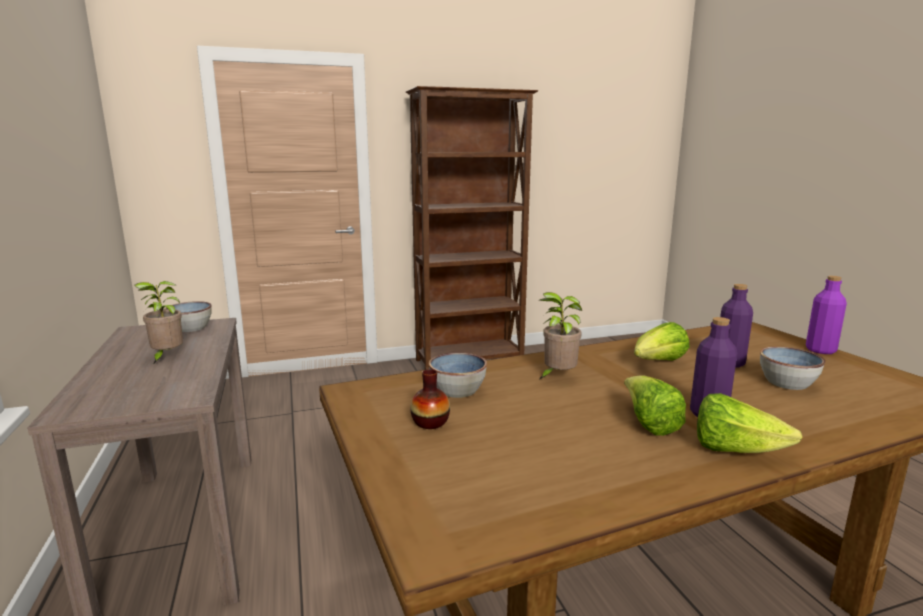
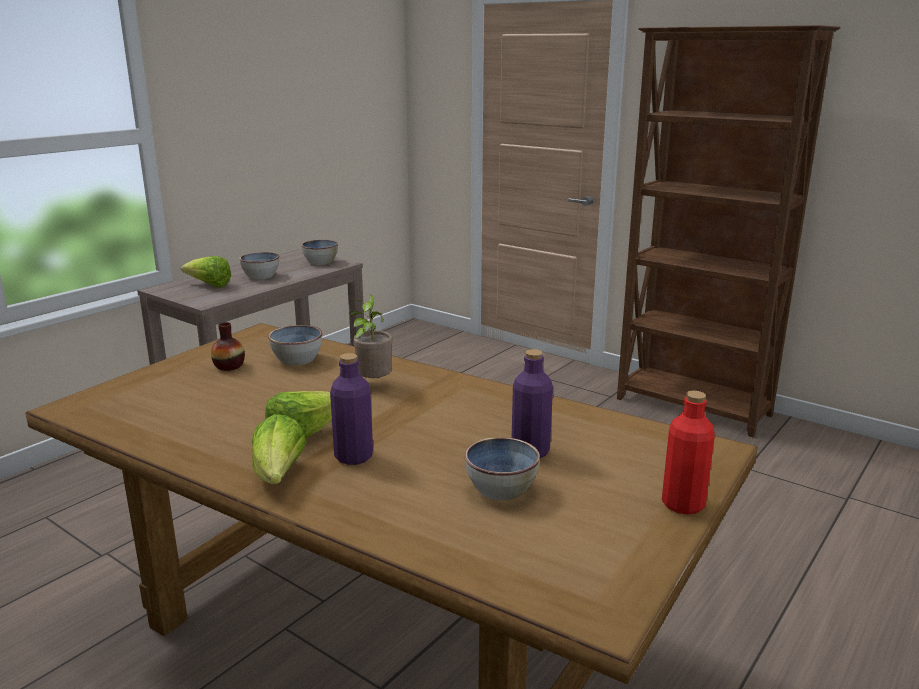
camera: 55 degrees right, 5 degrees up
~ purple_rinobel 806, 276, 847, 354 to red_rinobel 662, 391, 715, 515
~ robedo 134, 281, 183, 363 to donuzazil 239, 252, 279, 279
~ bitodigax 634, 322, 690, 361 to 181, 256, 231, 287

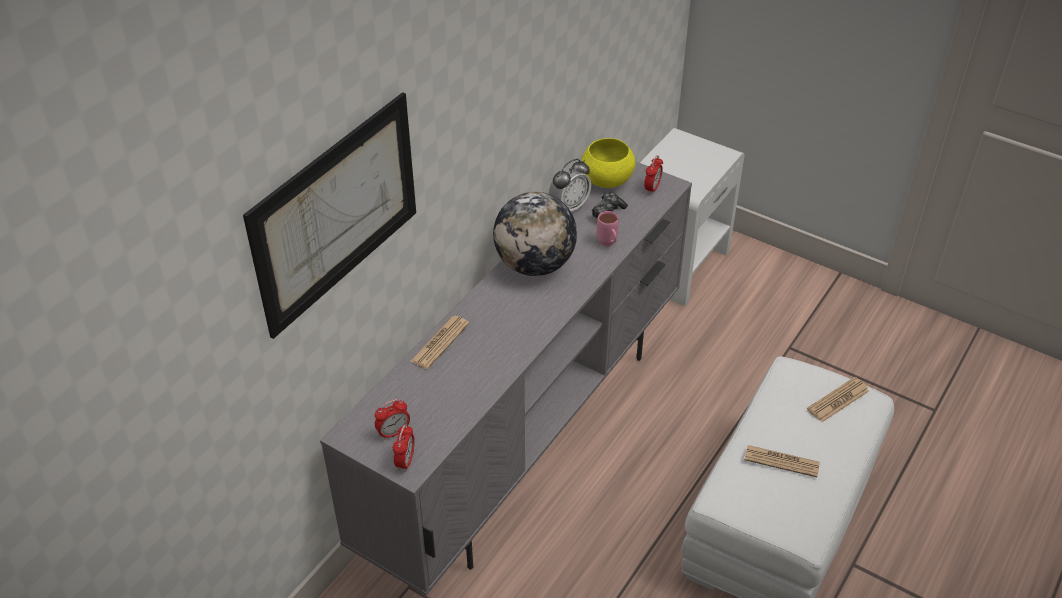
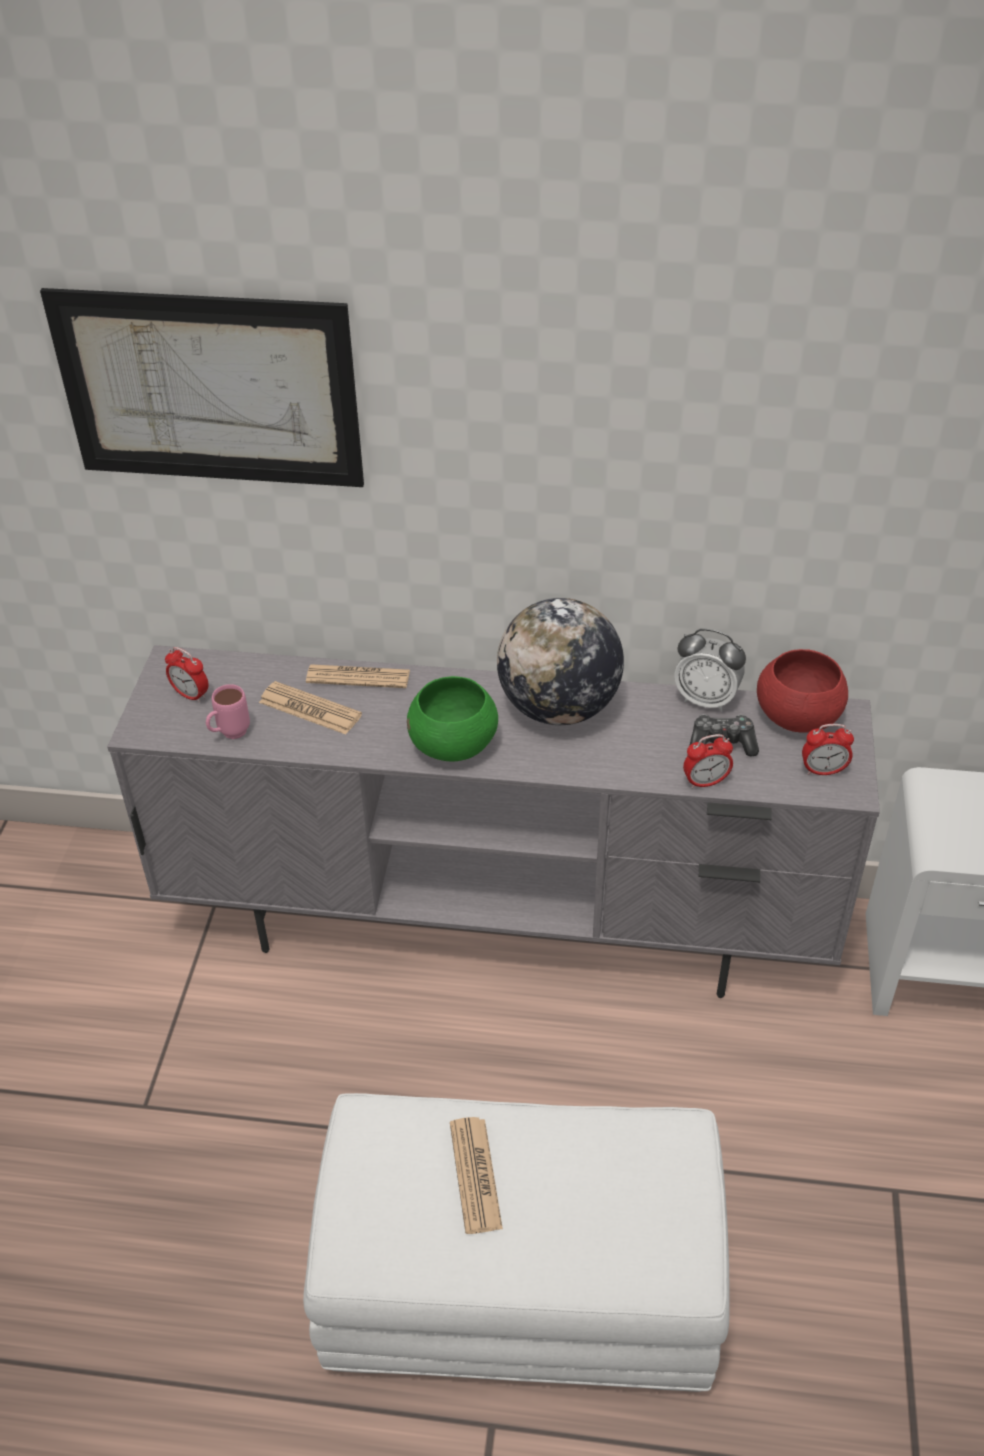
camera: 65 degrees right, 0 degrees up
~ yellow_donuzazil 581, 138, 635, 188 to red_donuzazil 757, 649, 848, 733
~ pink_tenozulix 596, 211, 619, 247 to 206, 684, 250, 739
~ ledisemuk 807, 377, 869, 422 to 259, 681, 362, 735
~ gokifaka 393, 424, 414, 472 to 683, 734, 733, 789
+ green_donuzazil 407, 676, 498, 762

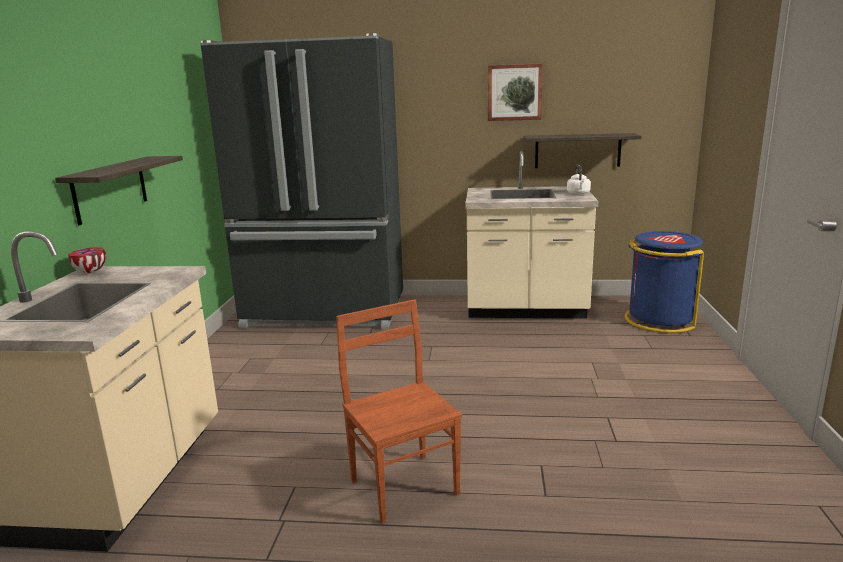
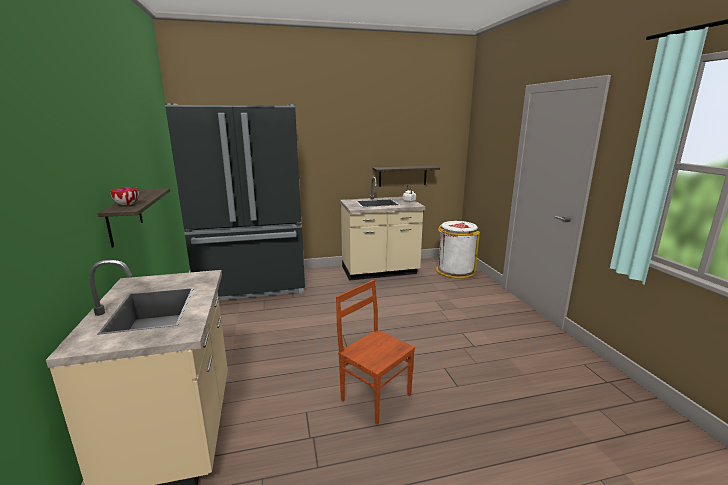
camera: 20 degrees left, 0 degrees up
- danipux 488, 63, 543, 121
~ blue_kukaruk 625, 231, 704, 333 to white_kukaruk 436, 221, 480, 279
~ donuzazil 68, 247, 106, 273 to 110, 187, 139, 205

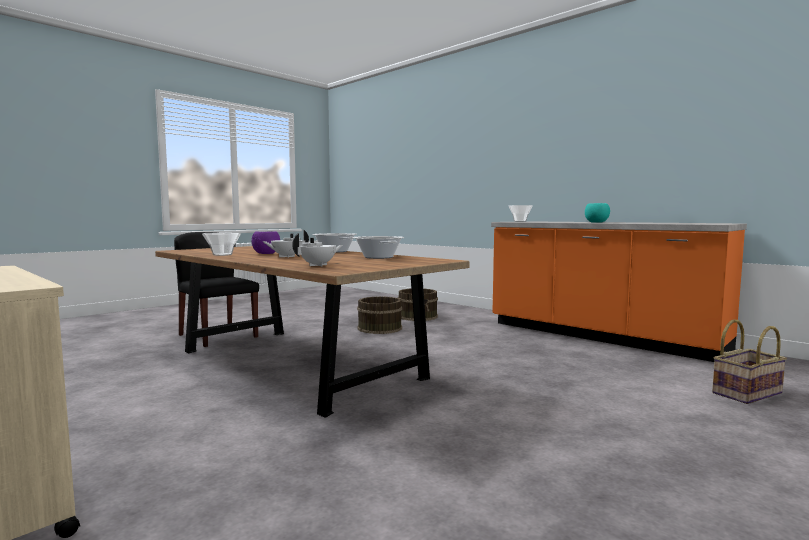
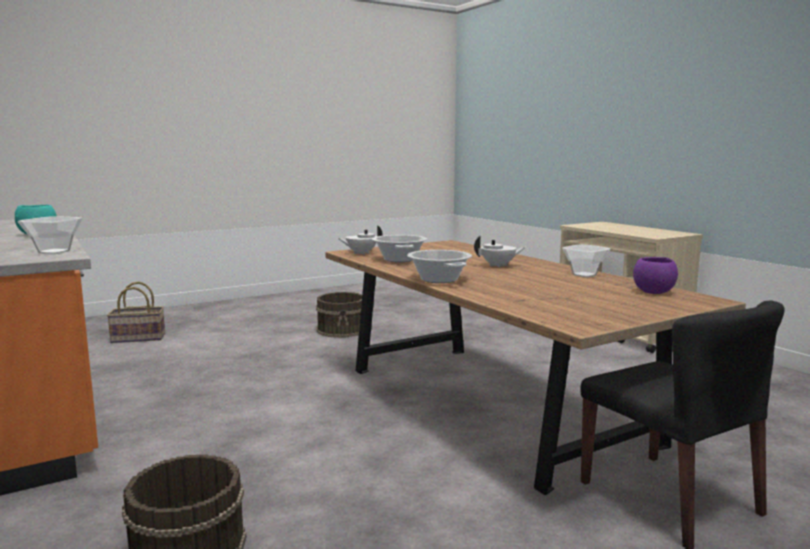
camera: 165 degrees left, 5 degrees up
~ purple_donuzazil 252, 231, 280, 254 to 633, 257, 678, 294
~ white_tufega 292, 233, 343, 266 to 338, 225, 383, 255
~ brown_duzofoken 357, 297, 402, 334 to 316, 292, 362, 338

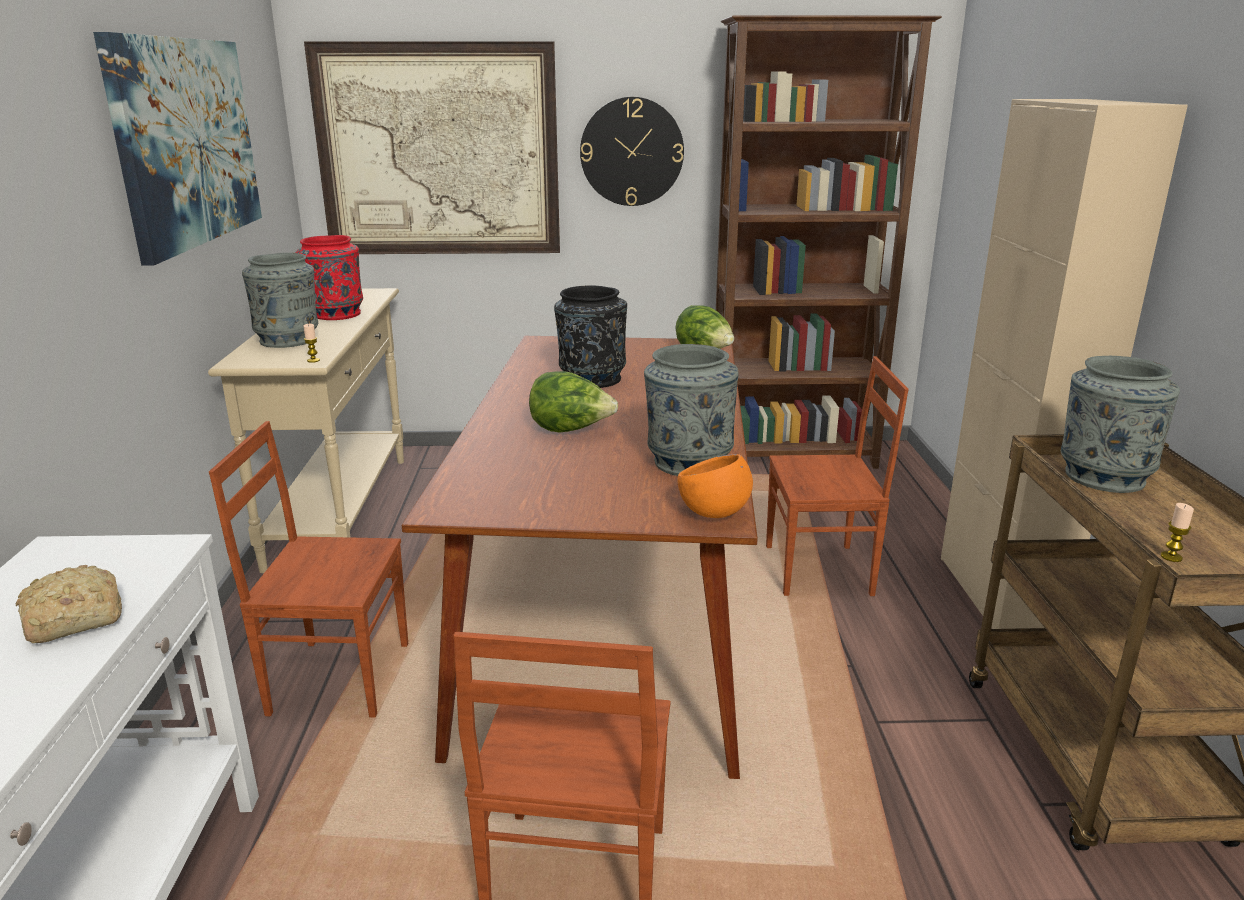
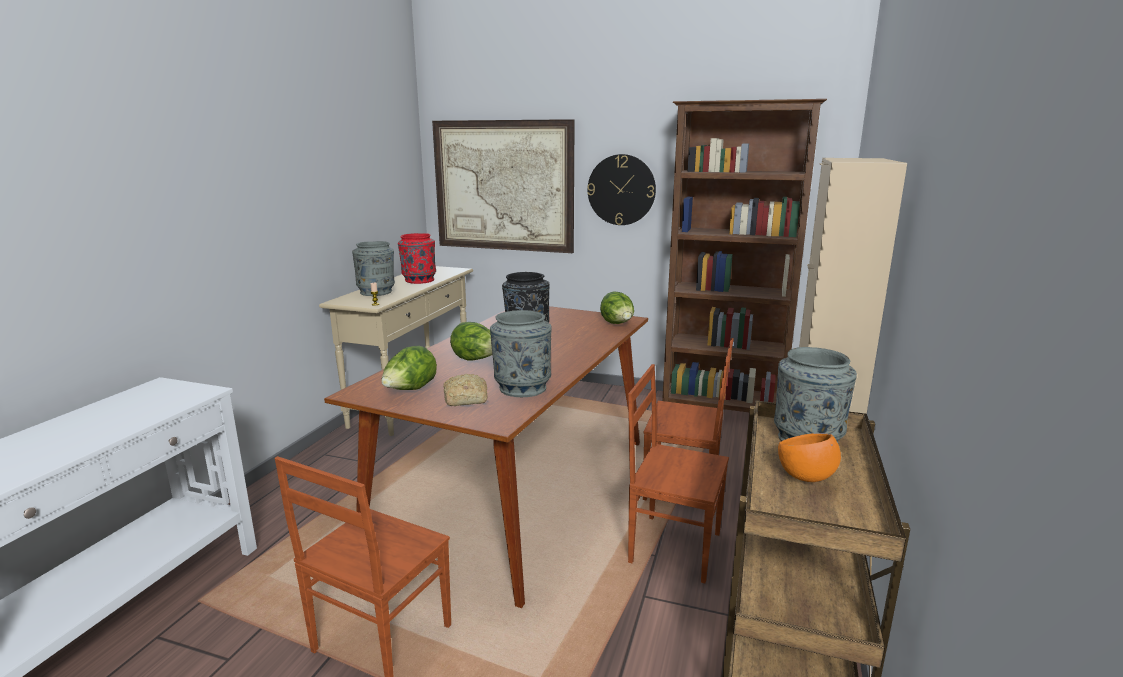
camera: 20 degrees right, 5 degrees down
- danipux 93, 32, 262, 265
~ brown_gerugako 209, 421, 408, 717 to 628, 364, 729, 583
~ orange_donuzazil 677, 454, 753, 518 to 778, 433, 841, 482
- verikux 1161, 503, 1194, 562
~ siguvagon 16, 565, 122, 643 to 443, 374, 488, 406
+ bitodigax 381, 346, 437, 390

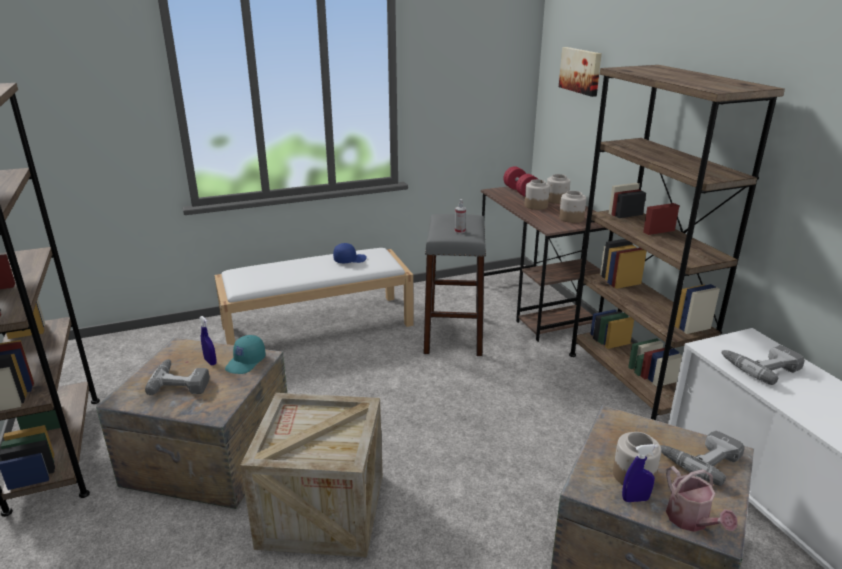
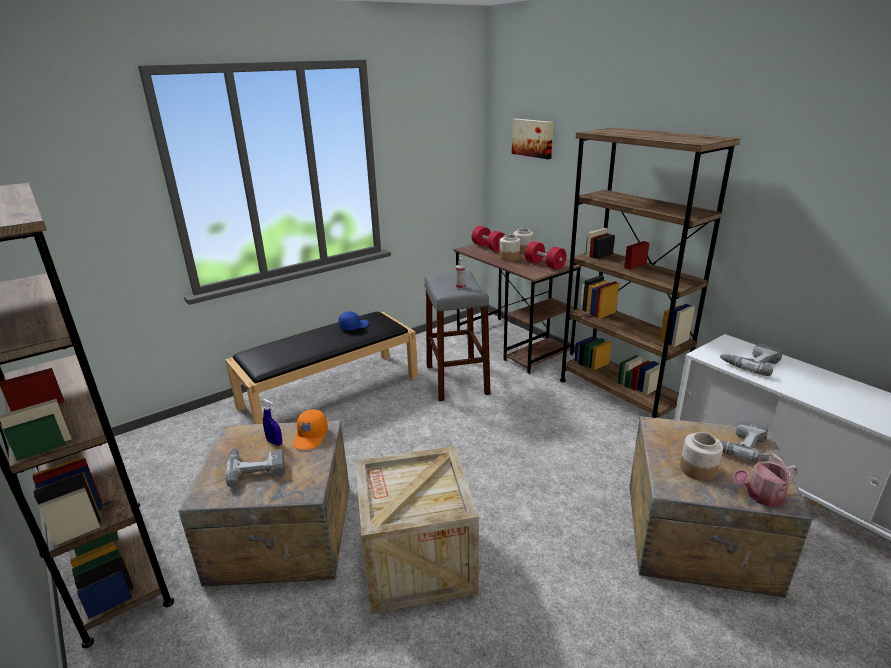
camera: 15 degrees left, 0 degrees up
~ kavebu 559, 191, 587, 223 to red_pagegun 525, 241, 566, 269
~ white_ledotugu 214, 248, 414, 345 to black_ledotugu 225, 312, 418, 424
~ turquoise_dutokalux 225, 335, 266, 374 to orange_dutokalux 293, 410, 328, 450
- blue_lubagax 622, 444, 658, 502
~ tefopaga 666, 466, 737, 532 = 733, 453, 798, 507 105 degrees clockwise

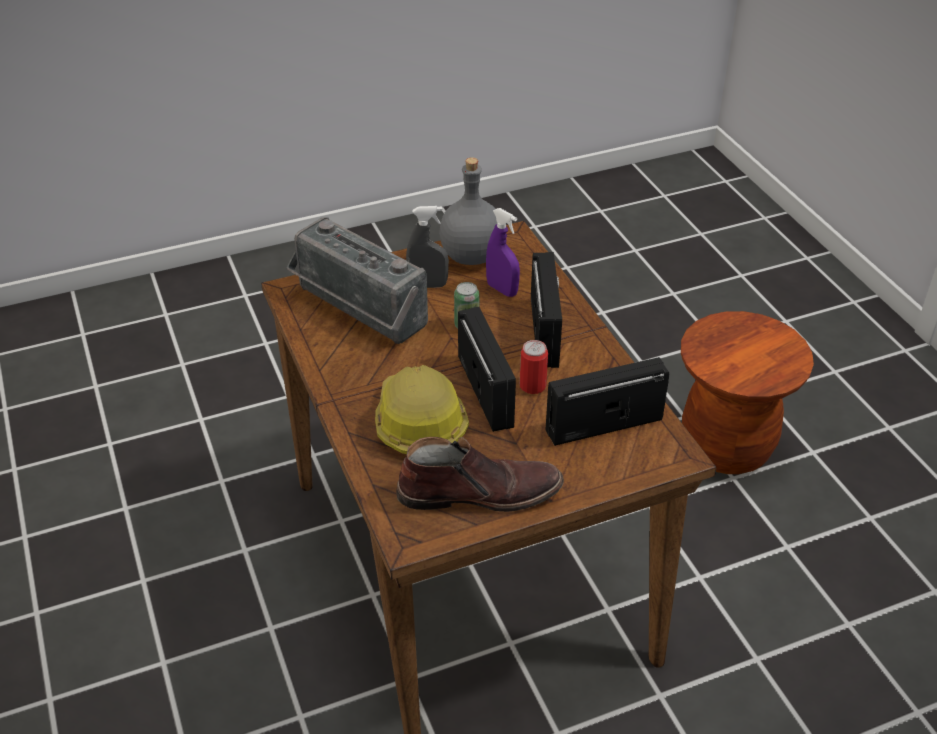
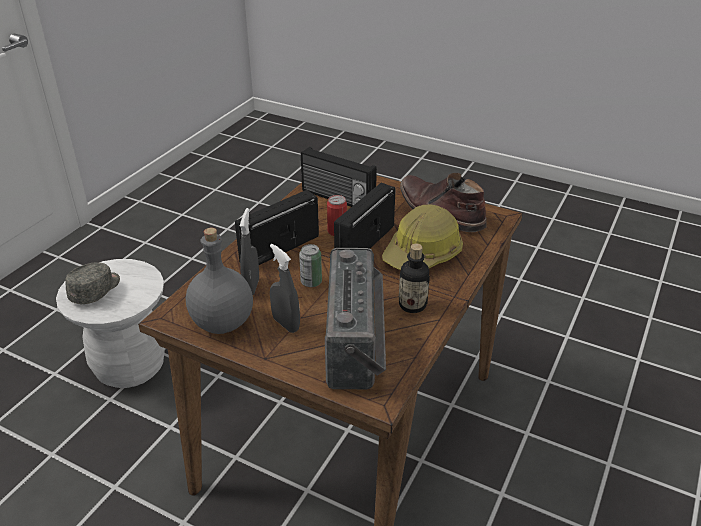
camera: 130 degrees left, 5 degrees down
~ purple_lubagax 486, 208, 520, 297 to grey_lubagax 240, 208, 259, 295
~ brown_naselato 681, 311, 814, 474 to white_naselato 56, 259, 165, 388
+ rinobel 399, 244, 430, 313
+ grey_dutokalux 65, 262, 120, 304

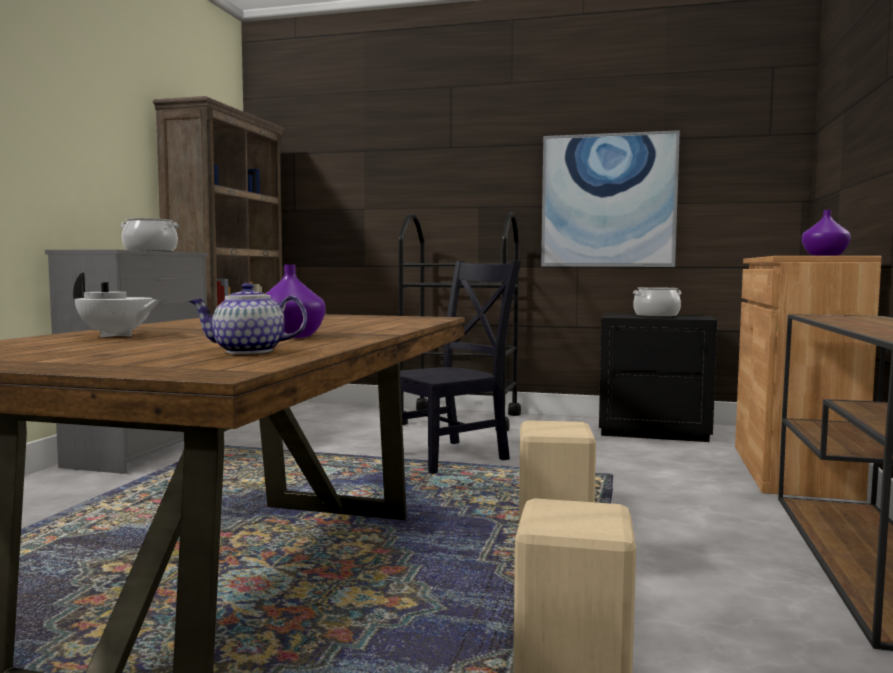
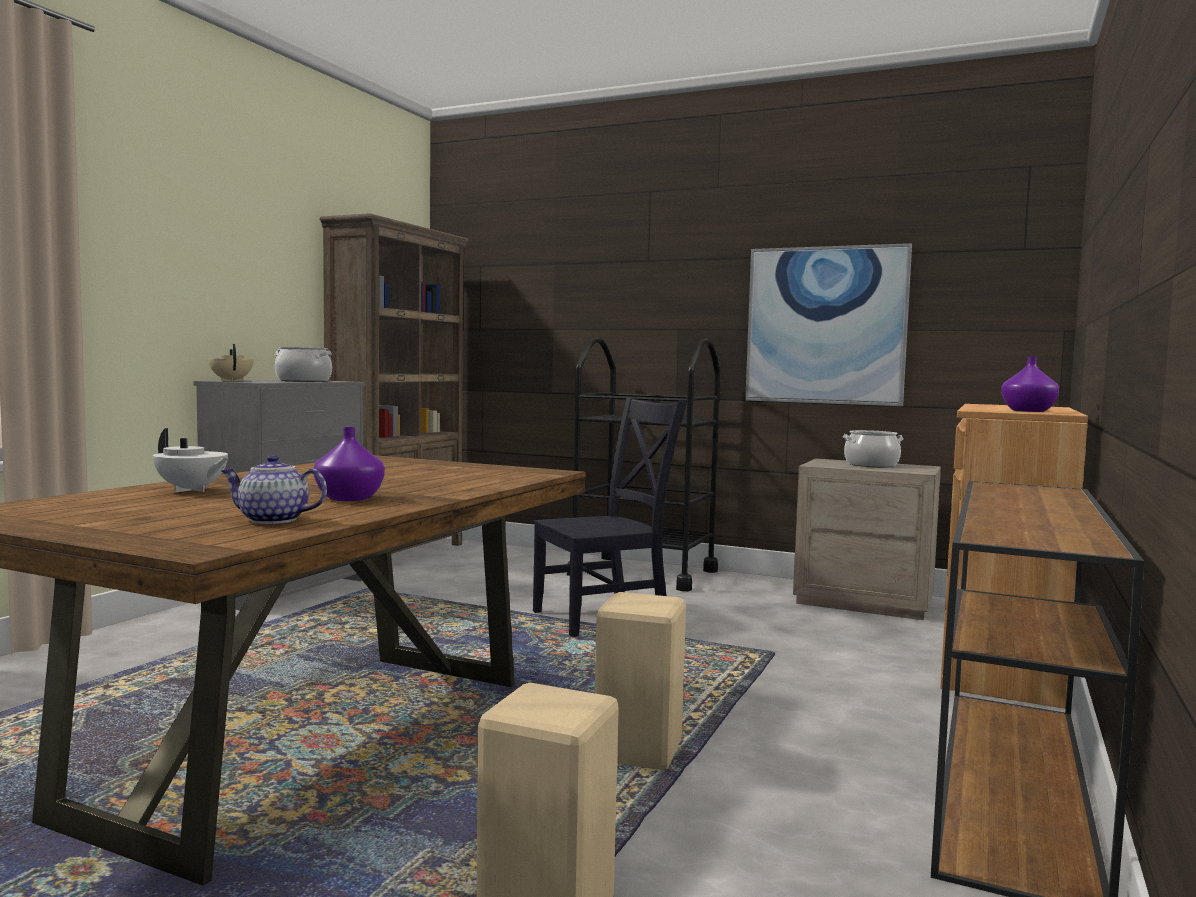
camera: 10 degrees right, 0 degrees up
~ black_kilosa 599, 313, 718, 442 to beige_kilosa 793, 458, 941, 620
+ beige_tufega 208, 344, 254, 381

